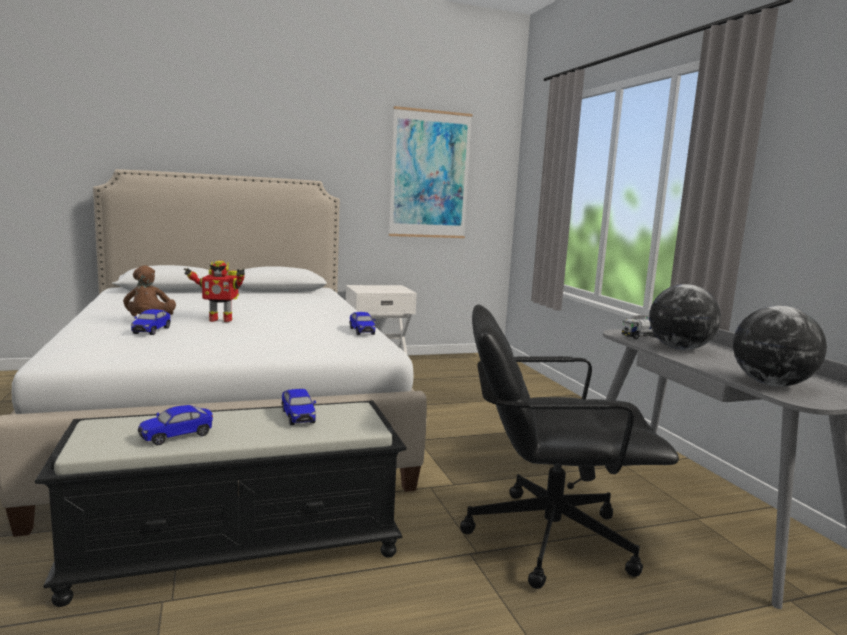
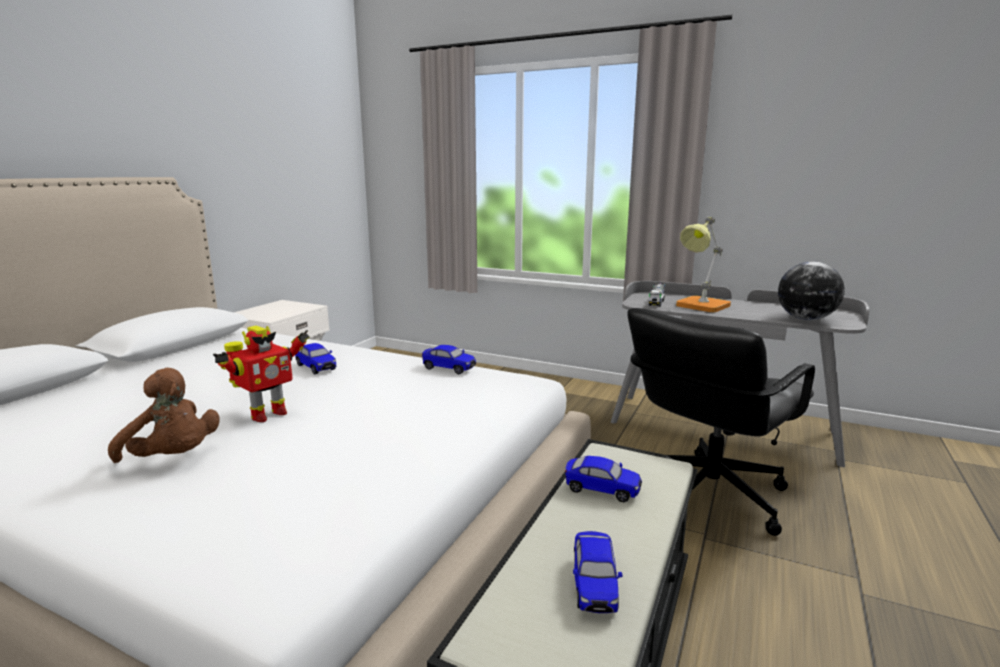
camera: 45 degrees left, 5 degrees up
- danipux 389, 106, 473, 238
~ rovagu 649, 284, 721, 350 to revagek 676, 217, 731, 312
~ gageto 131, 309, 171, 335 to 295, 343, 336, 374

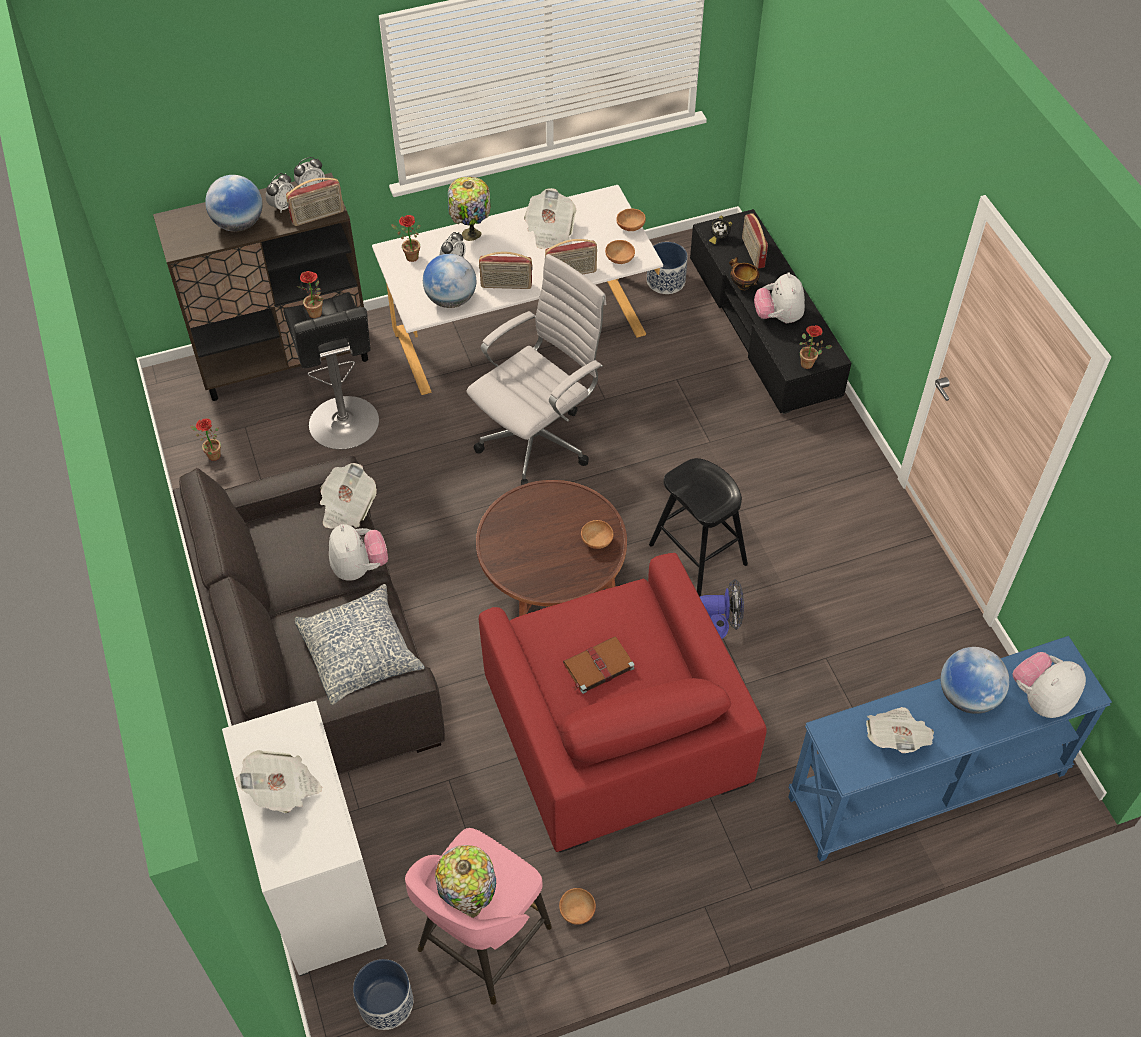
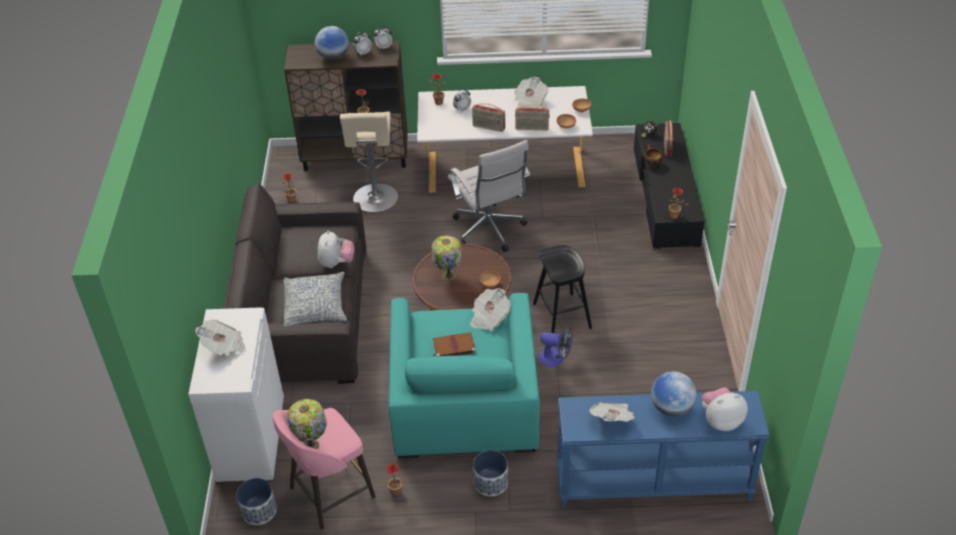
camera: 20 degrees right, 10 degrees down
~ revagek 448, 177, 491, 241 to 432, 235, 463, 280
- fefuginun 286, 178, 344, 226
~ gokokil 647, 242, 688, 294 to 473, 450, 508, 496
- rovagu 423, 254, 476, 308
~ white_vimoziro 467, 254, 606, 485 = 448, 140, 531, 252 90 degrees clockwise
- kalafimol 754, 272, 805, 323
~ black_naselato 283, 292, 379, 450 to beige_naselato 340, 111, 398, 212
~ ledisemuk 320, 463, 377, 529 to 470, 288, 511, 331
~ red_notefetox 479, 553, 767, 852 to turquoise_notefetox 389, 293, 540, 459
~ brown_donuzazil 559, 888, 596, 925 to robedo 381, 463, 409, 496

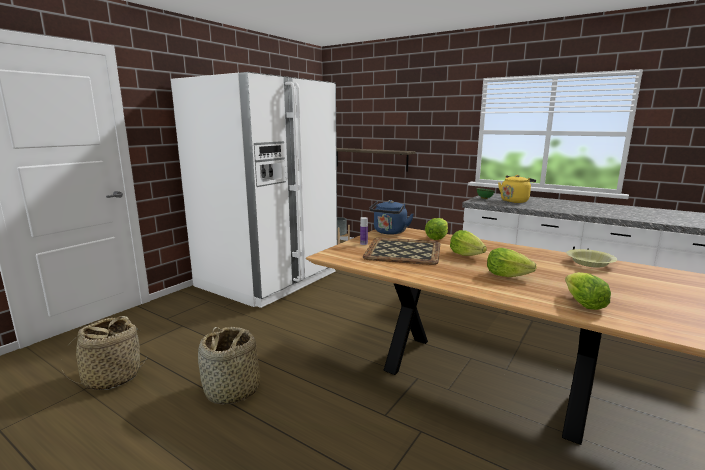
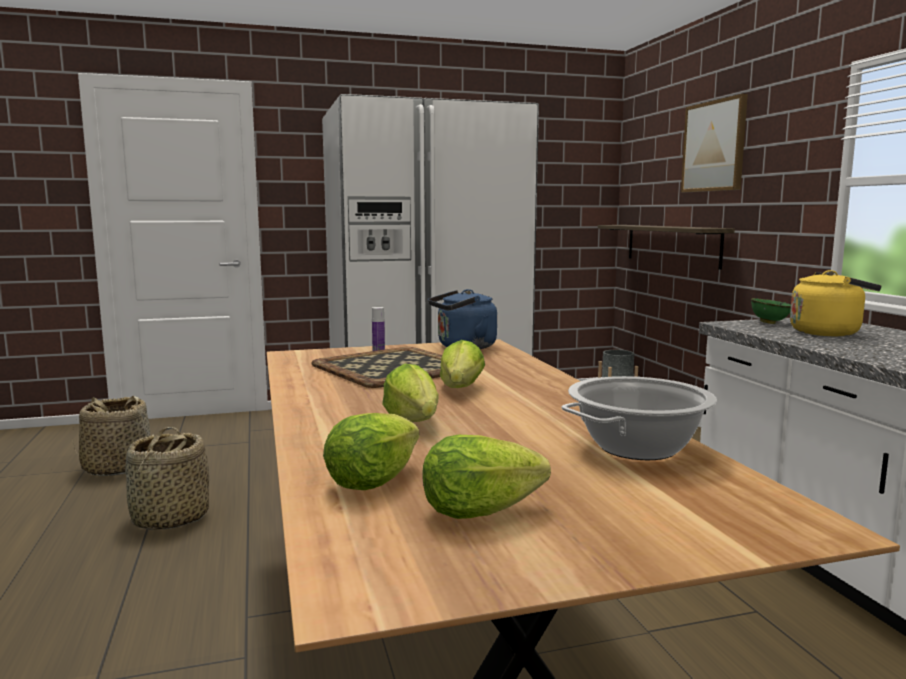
camera: 40 degrees right, 5 degrees down
~ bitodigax 425, 218, 448, 240 to 422, 435, 551, 519
~ yellow_donuzazil 566, 249, 617, 268 to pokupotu 562, 376, 717, 460
+ danipux 681, 94, 748, 192

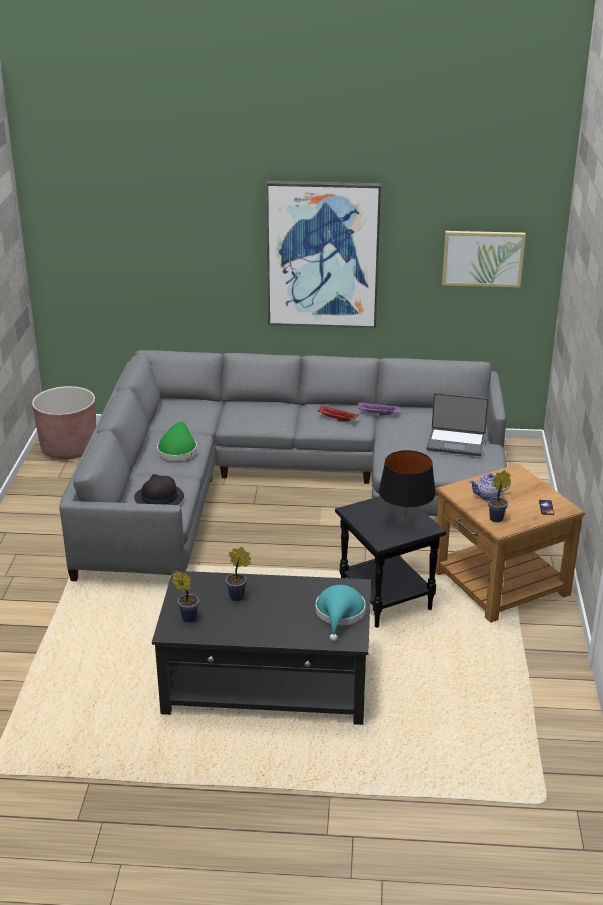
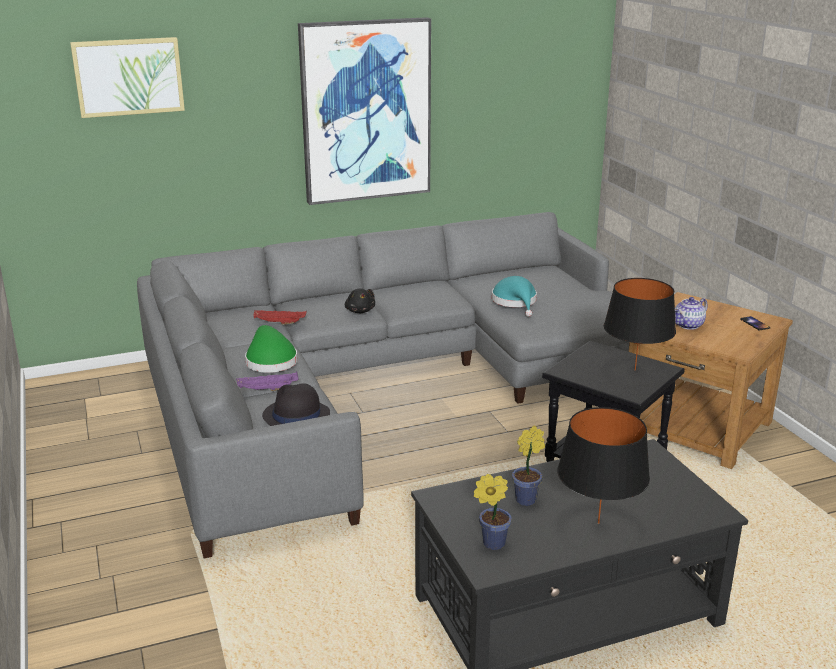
camera: 25 degrees left, 5 degrees down
~ danipux 442, 231, 526, 288 to 70, 37, 185, 118
- brown_gokokil 32, 386, 96, 459
- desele 426, 393, 489, 456
~ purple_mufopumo 358, 402, 400, 416 to 236, 372, 299, 391
~ red_mufopumo 317, 405, 359, 422 to 253, 310, 307, 325
- robedo 488, 470, 511, 522
~ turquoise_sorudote 315, 585, 366, 641 to 492, 276, 537, 317
+ black_kalafimol 345, 288, 375, 313
+ black_revagek 558, 407, 650, 524

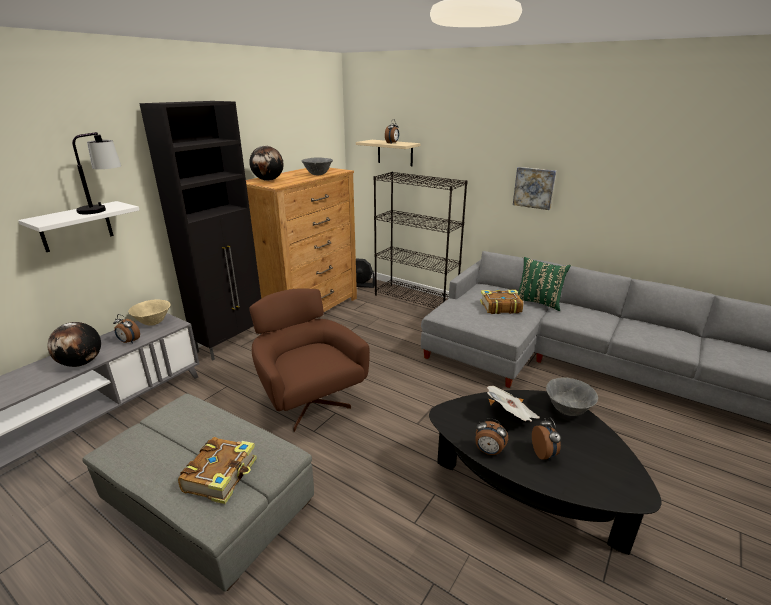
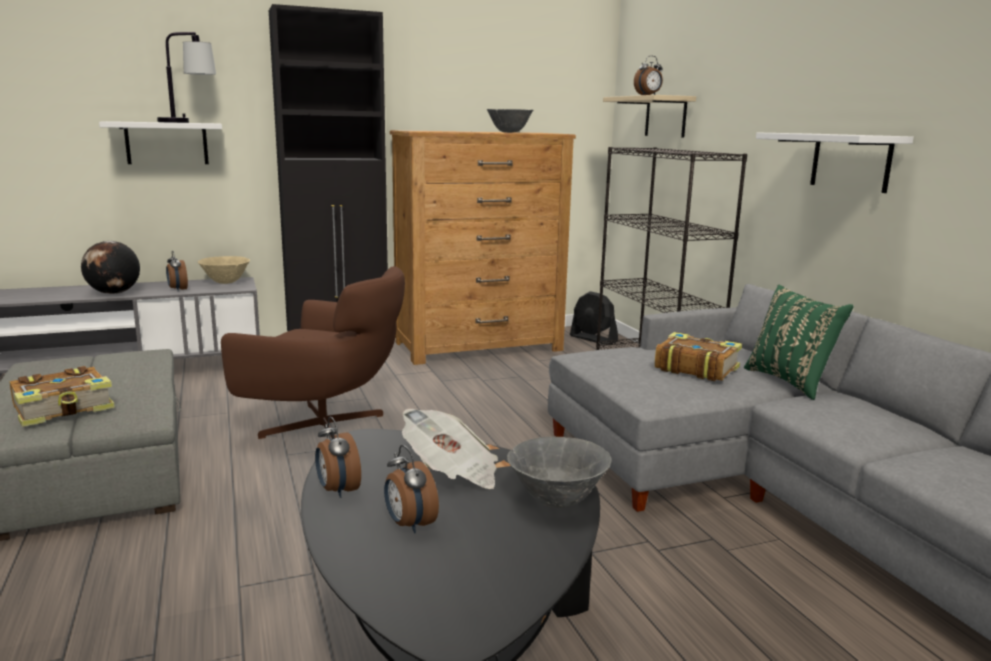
camera: 35 degrees right, 10 degrees down
- rovagu 249, 146, 284, 181
~ danipux 513, 167, 556, 210 to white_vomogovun 756, 133, 914, 193
~ brown_notefetox 249, 288, 370, 432 = 221, 266, 405, 439 105 degrees clockwise
~ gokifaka 532, 417, 561, 460 = 384, 445, 439, 533 120 degrees clockwise

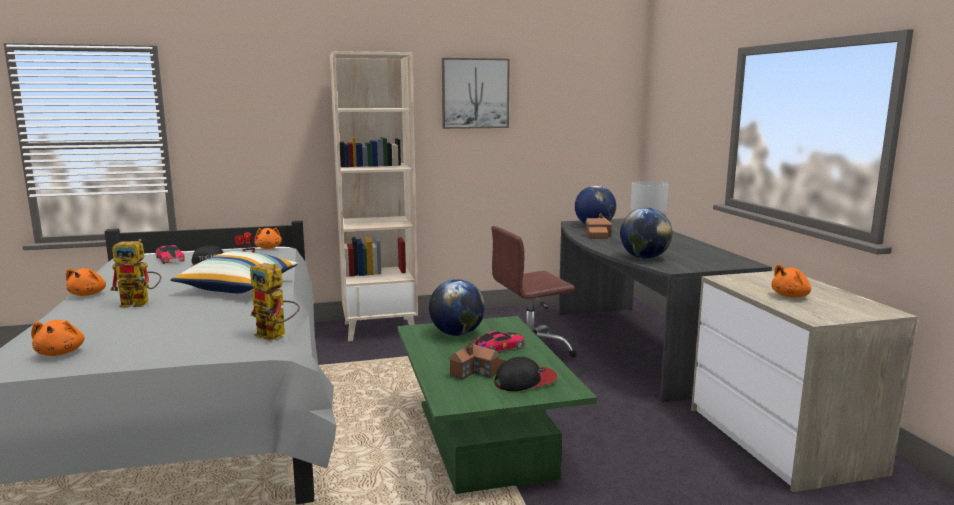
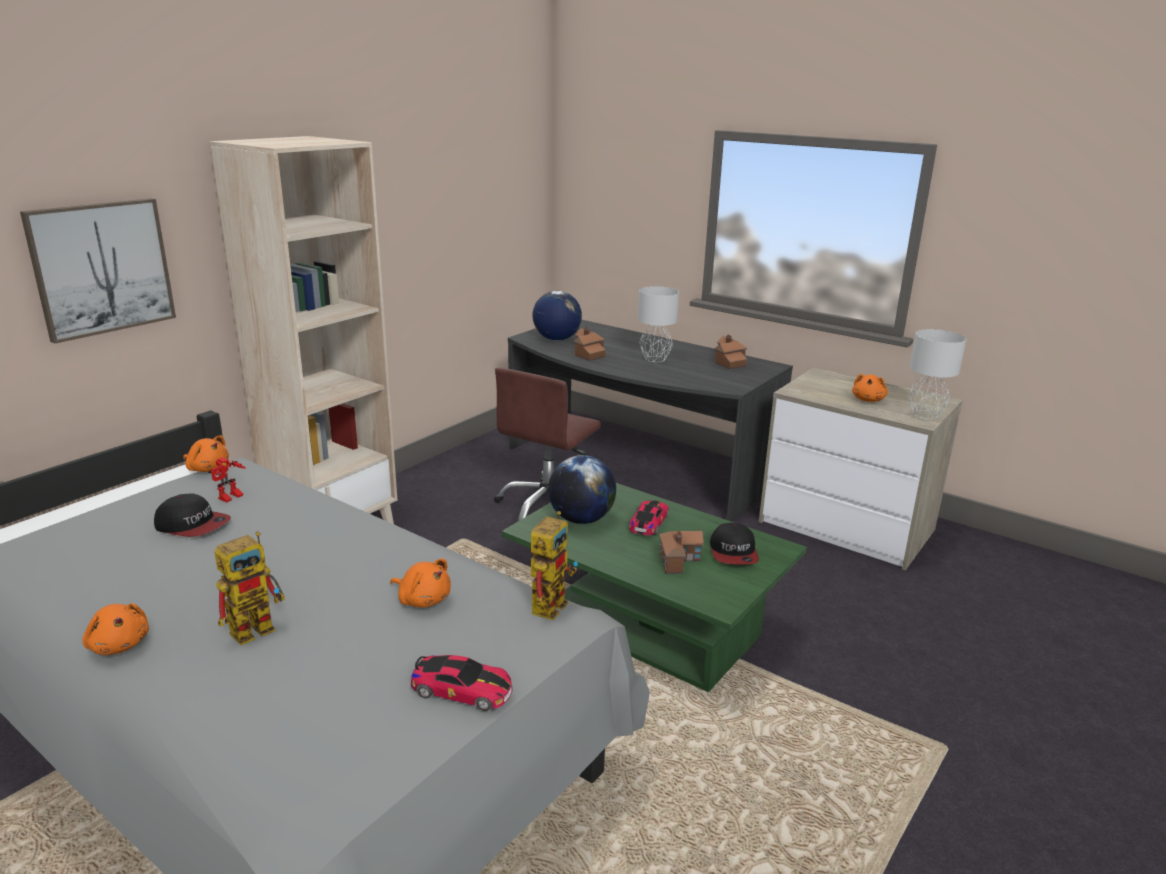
camera: 40 degrees left, 10 degrees up
~ danipux 442, 58, 510, 129 to 20, 198, 176, 344
- rovagu 620, 208, 672, 259
~ gageto 156, 244, 185, 264 to 411, 655, 512, 711
- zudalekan 170, 251, 298, 293
~ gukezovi 250, 263, 300, 341 = 531, 511, 578, 620 60 degrees counterclockwise
~ orange_kalafimol 31, 320, 85, 356 to 390, 559, 451, 608
~ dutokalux 494, 357, 557, 391 = 710, 523, 759, 565 150 degrees clockwise
+ grey_revagek 908, 329, 966, 419
+ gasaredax 715, 334, 747, 370

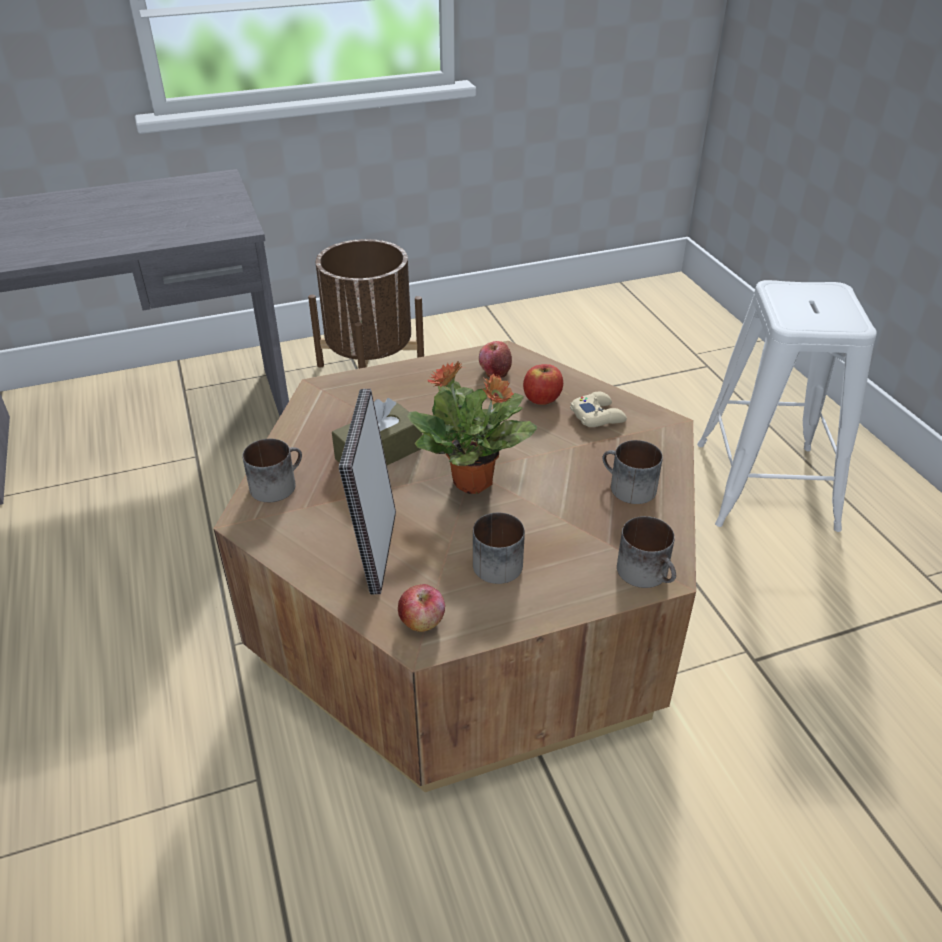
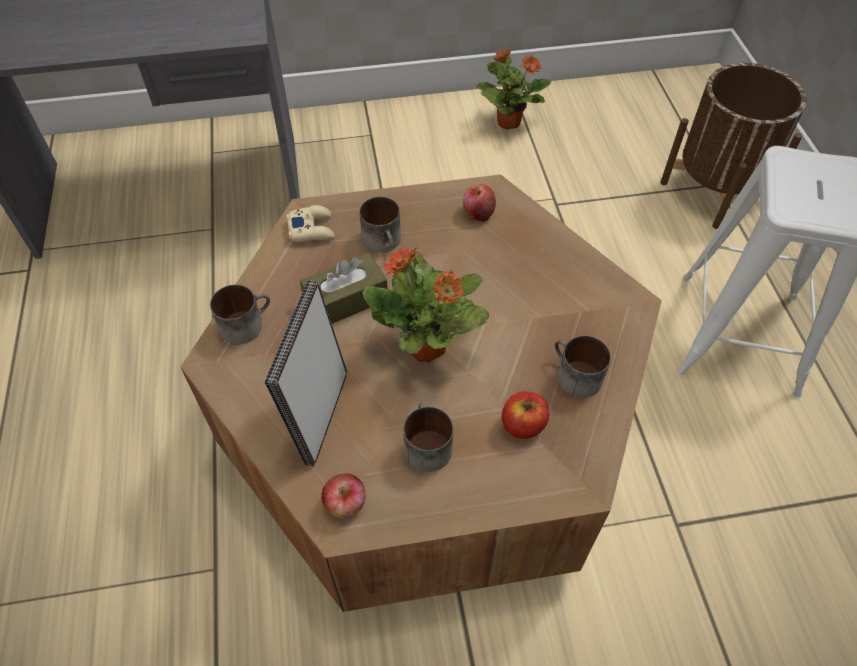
camera: 10 degrees right, 15 degrees up
~ brown_gokokil 308, 239, 424, 369 to 660, 63, 806, 229
~ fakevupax 523, 364, 563, 405 to 501, 391, 549, 439
~ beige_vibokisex 570, 392, 627, 427 to 287, 205, 335, 242
~ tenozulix 617, 516, 676, 588 to 359, 197, 401, 252
+ robedo 476, 48, 551, 130

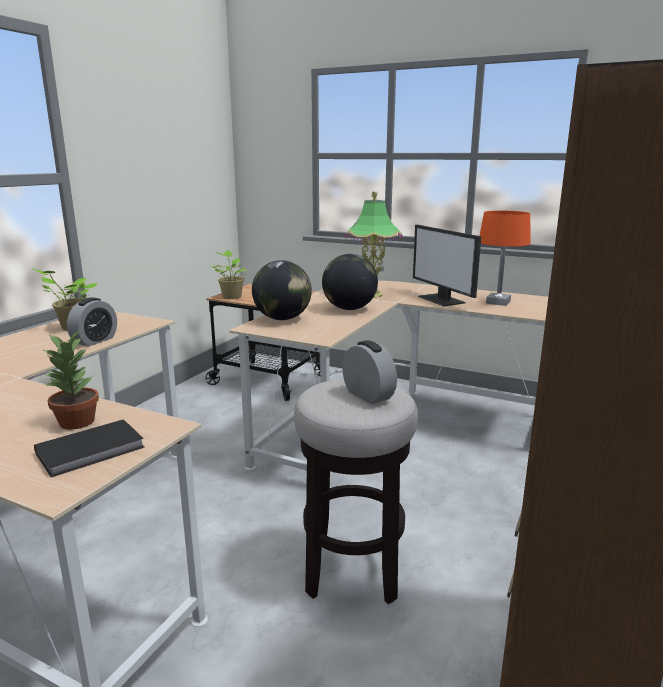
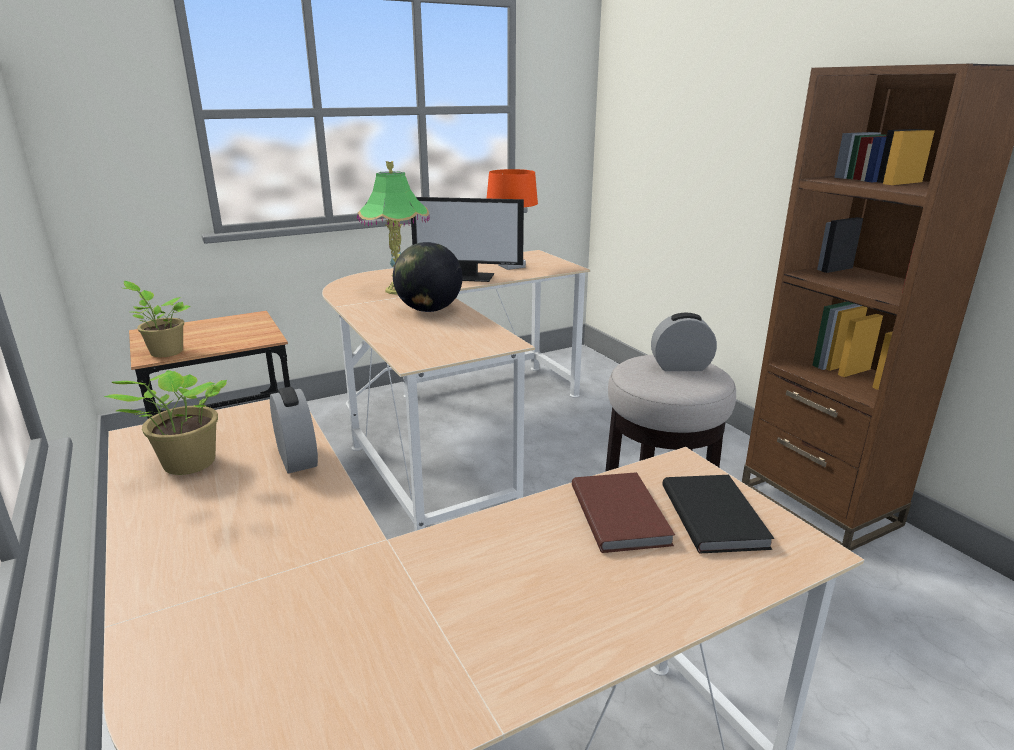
camera: 55 degrees left, 5 degrees up
- rovagu 252, 260, 312, 320
~ robedo 42, 331, 99, 430 to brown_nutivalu 572, 472, 675, 553

